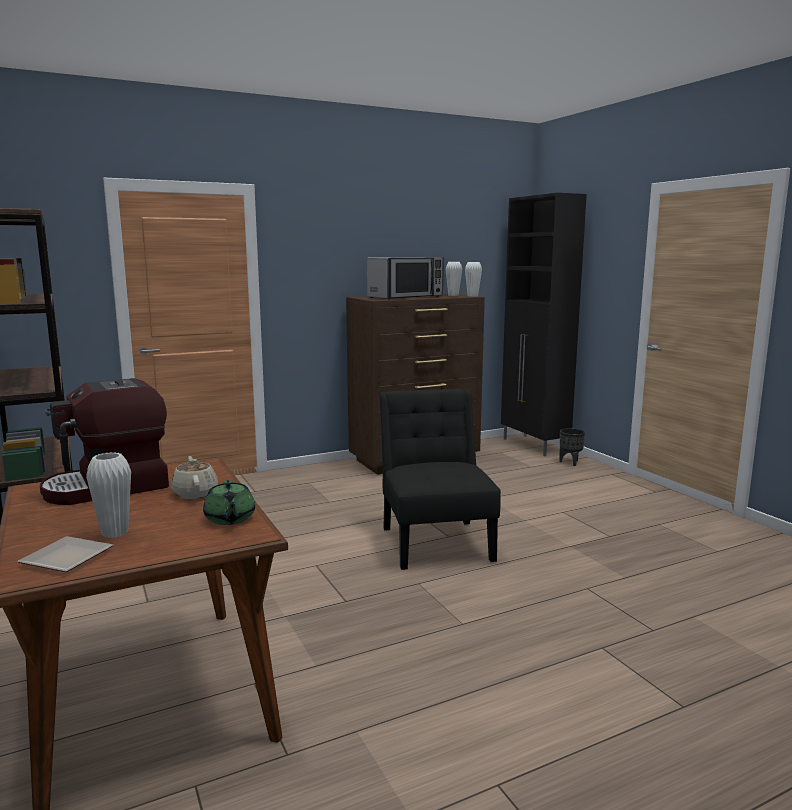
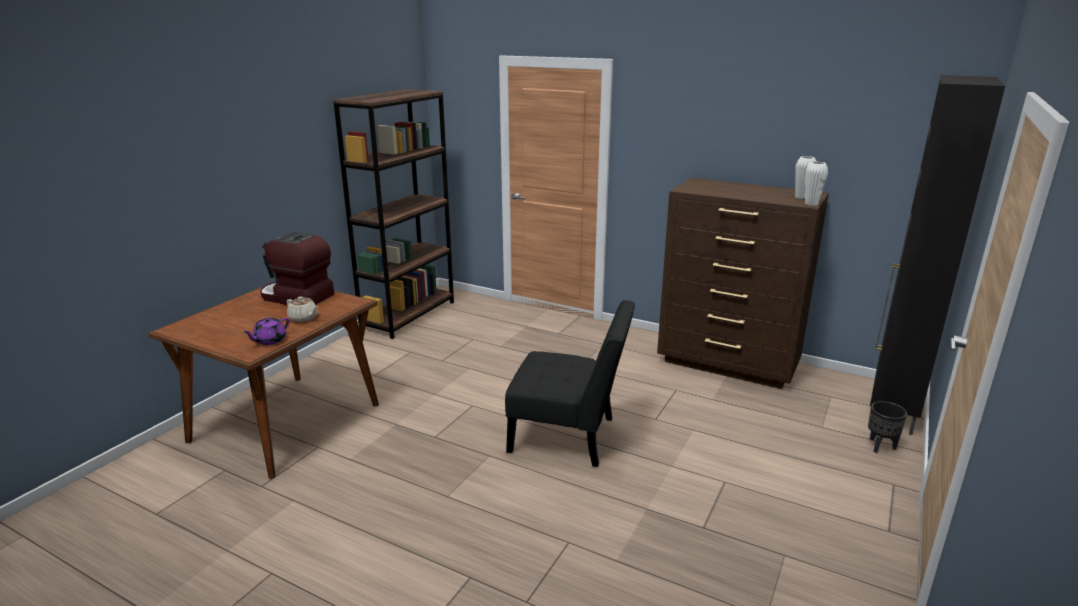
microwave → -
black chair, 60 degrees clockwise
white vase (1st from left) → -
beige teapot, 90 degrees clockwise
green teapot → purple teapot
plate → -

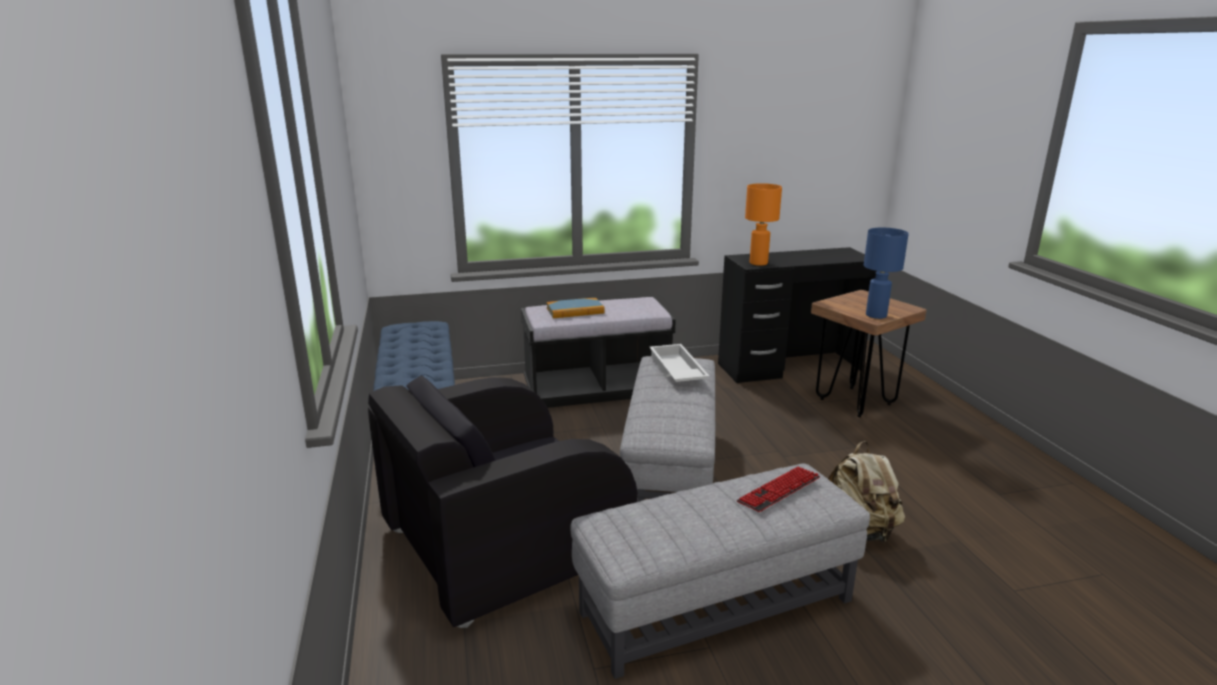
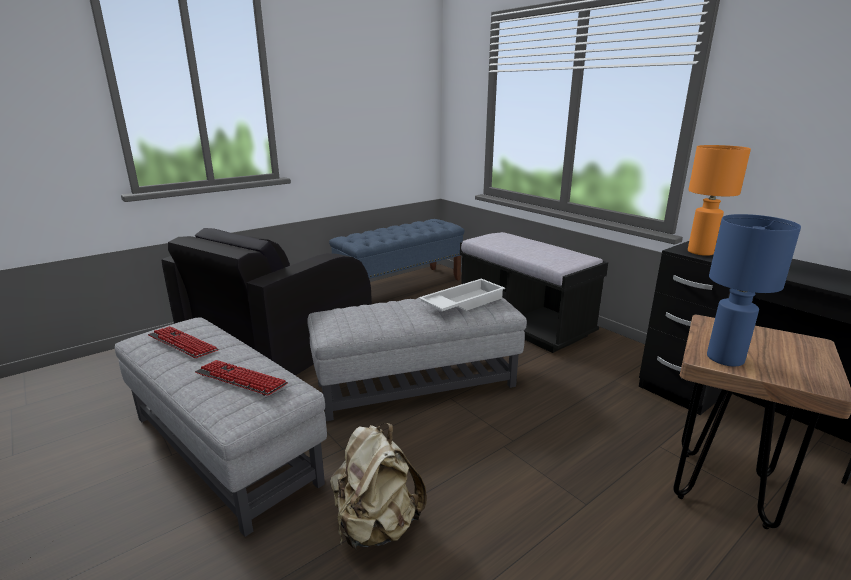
book → -
black armchair, 90 degrees counterclockwise
- → keyboard (1st from left)

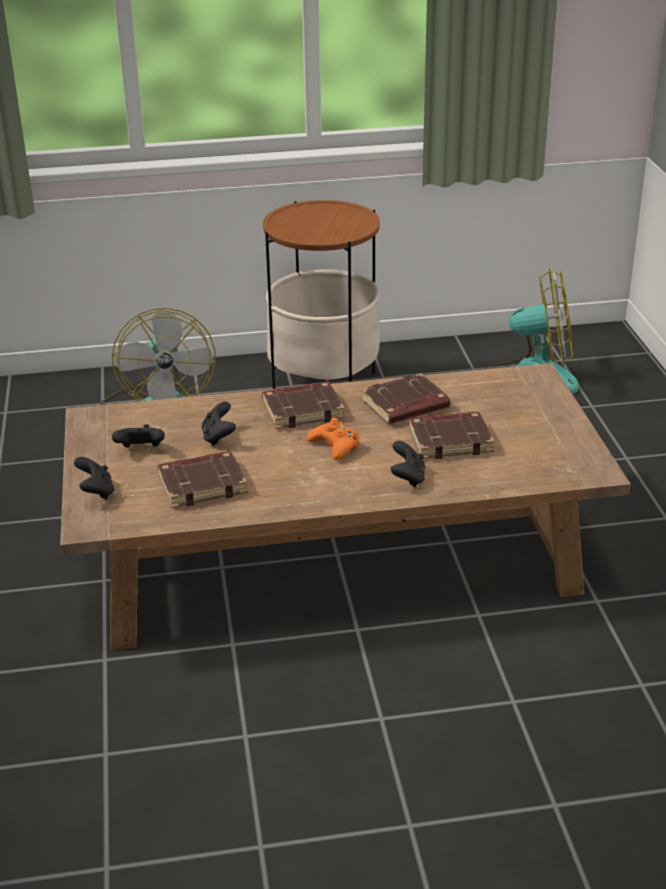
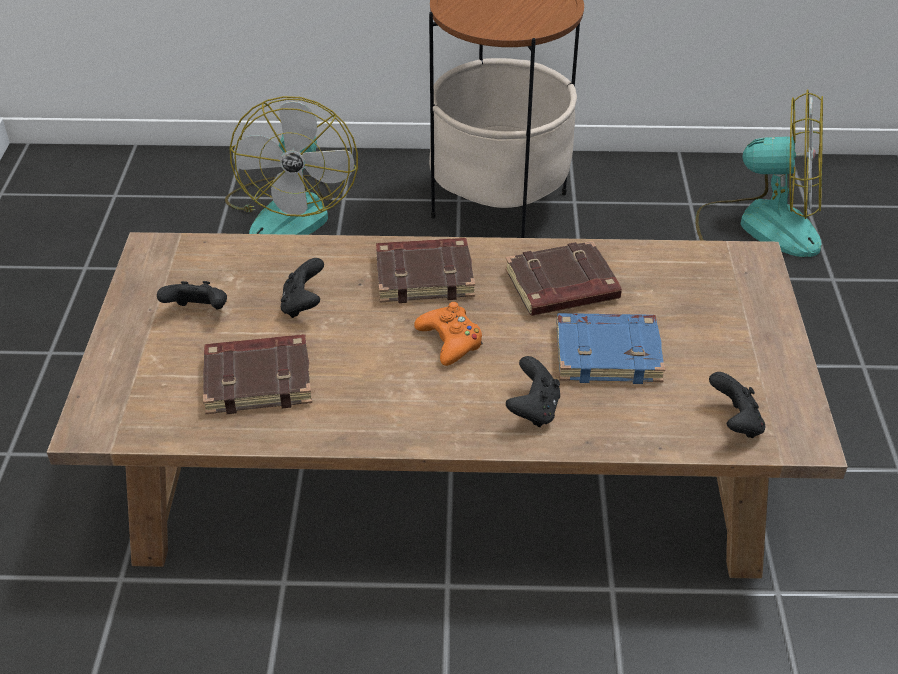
brown book (4th from left) → blue book
black game controller (1st from left in the first image) → black game controller (4th from left), move

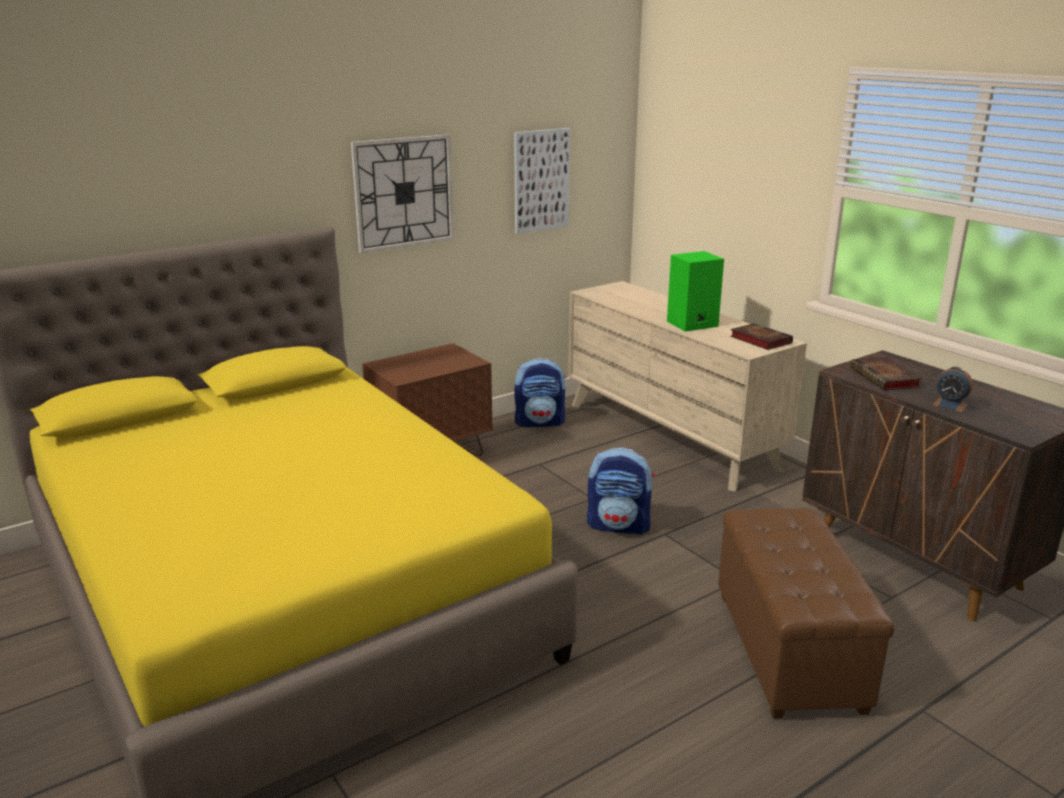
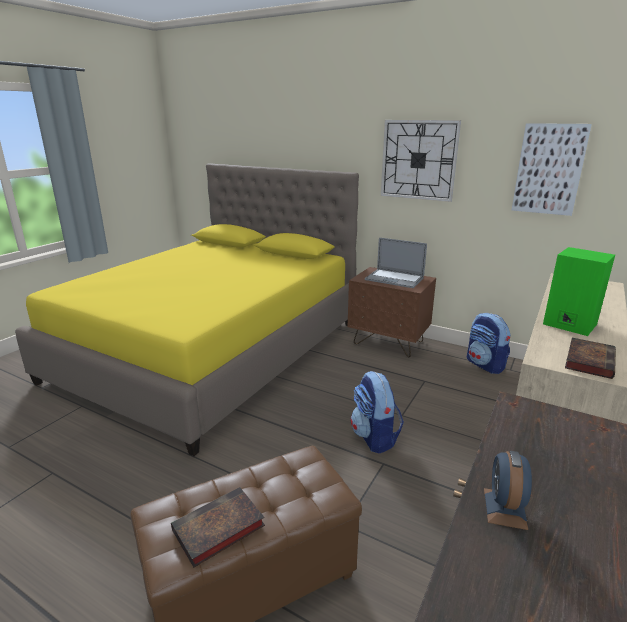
book (2nd from left in the first image) → book (1st from left), move
- → laptop

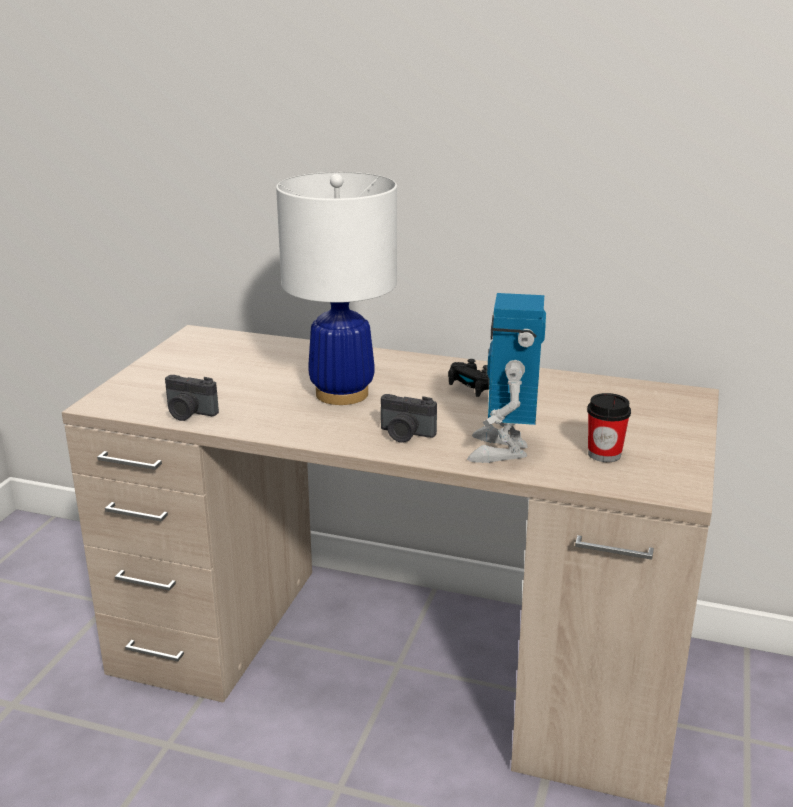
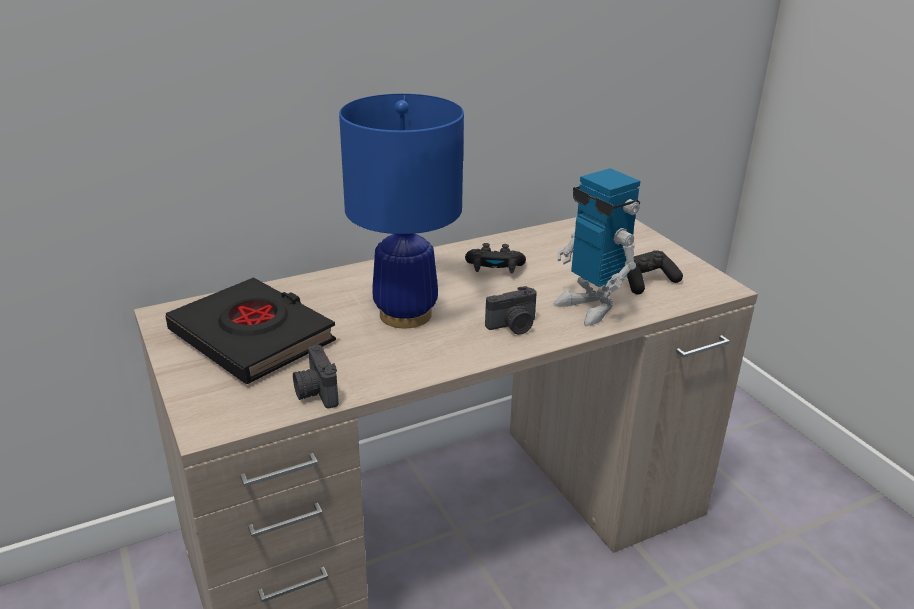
white table lamp → blue table lamp
photo camera (1st from left), 90 degrees clockwise
cup → black game controller (2nd from left)
- → black book

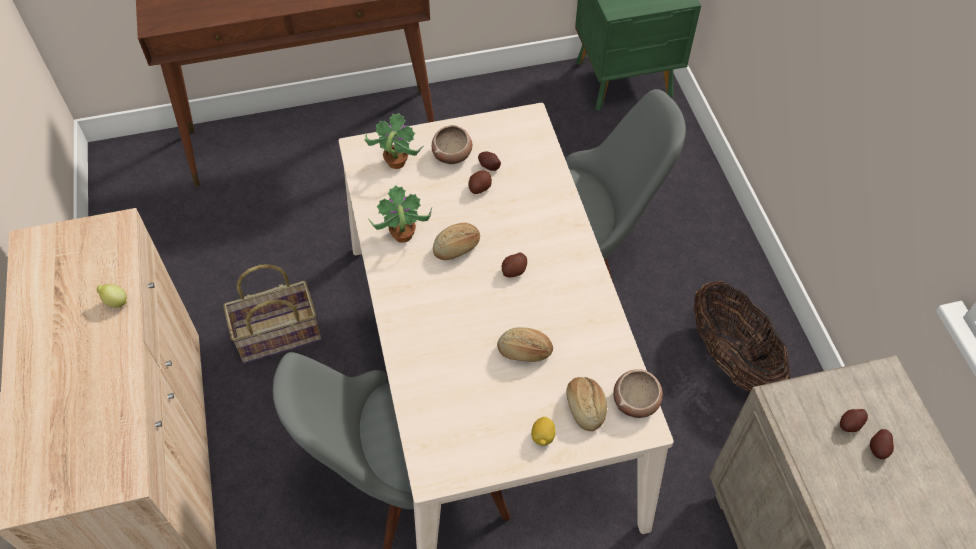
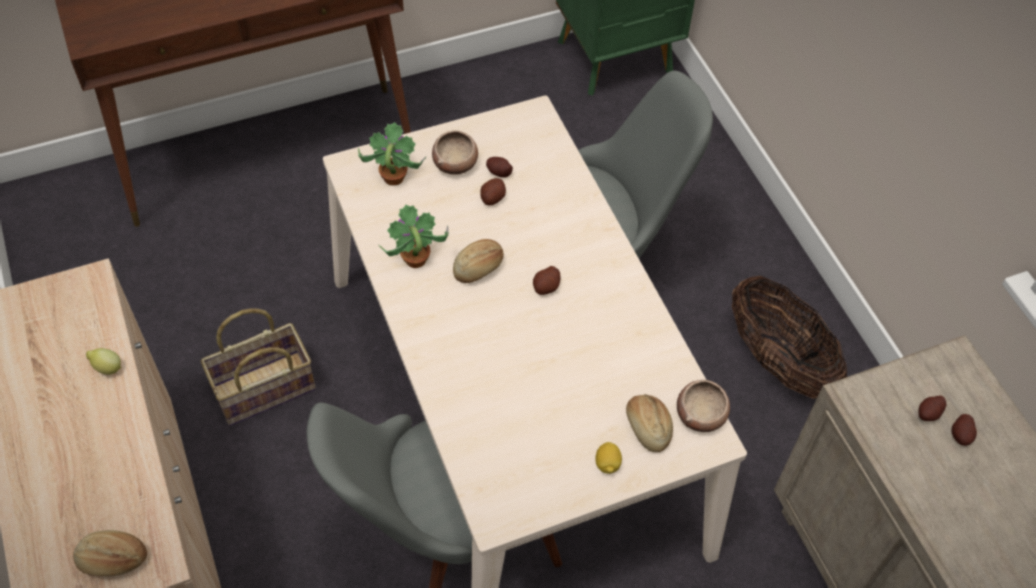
bread (2nd from left in the first image) → bread (1st from left), move

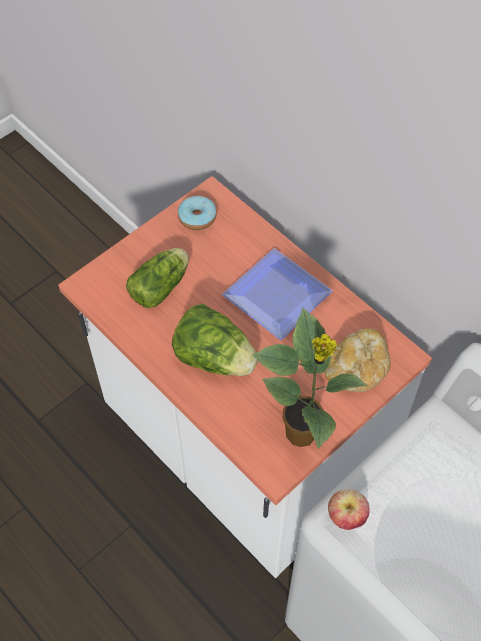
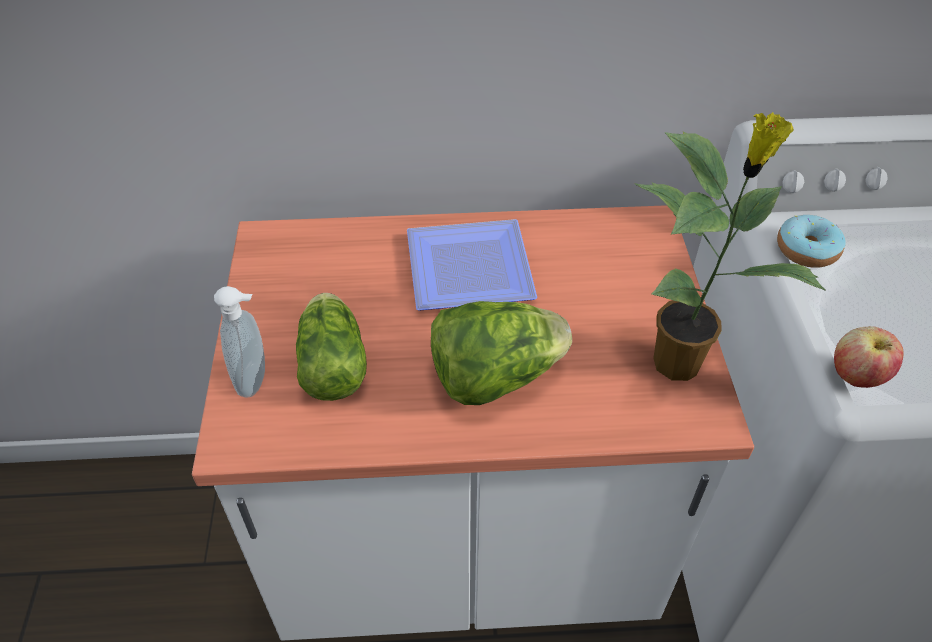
donut, move
bread → -
- → soap dispenser

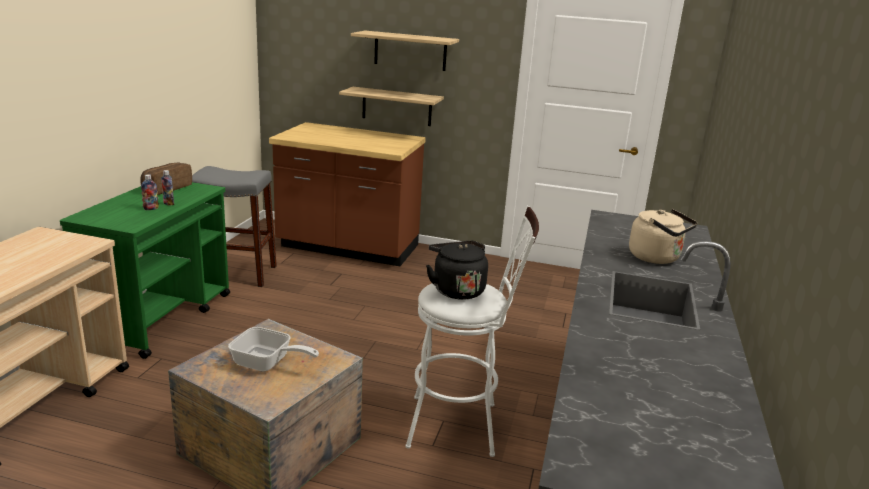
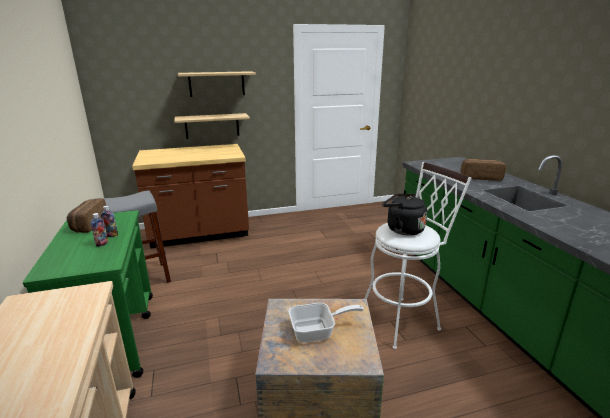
beige kettle → bread (2nd from left)

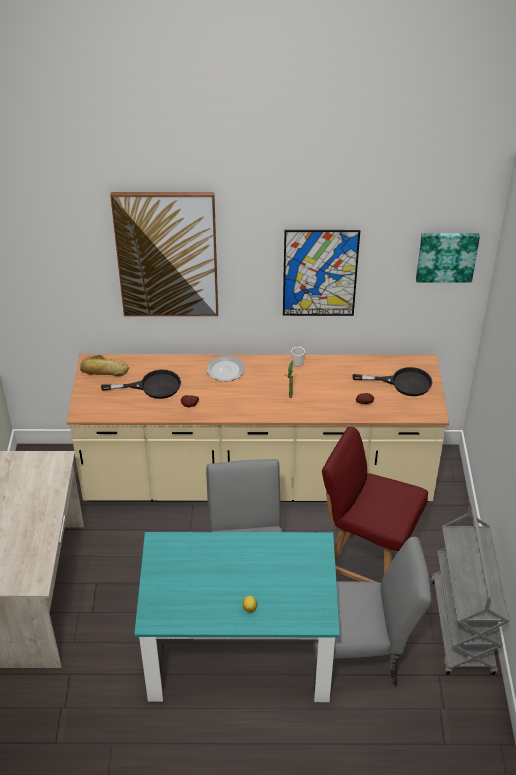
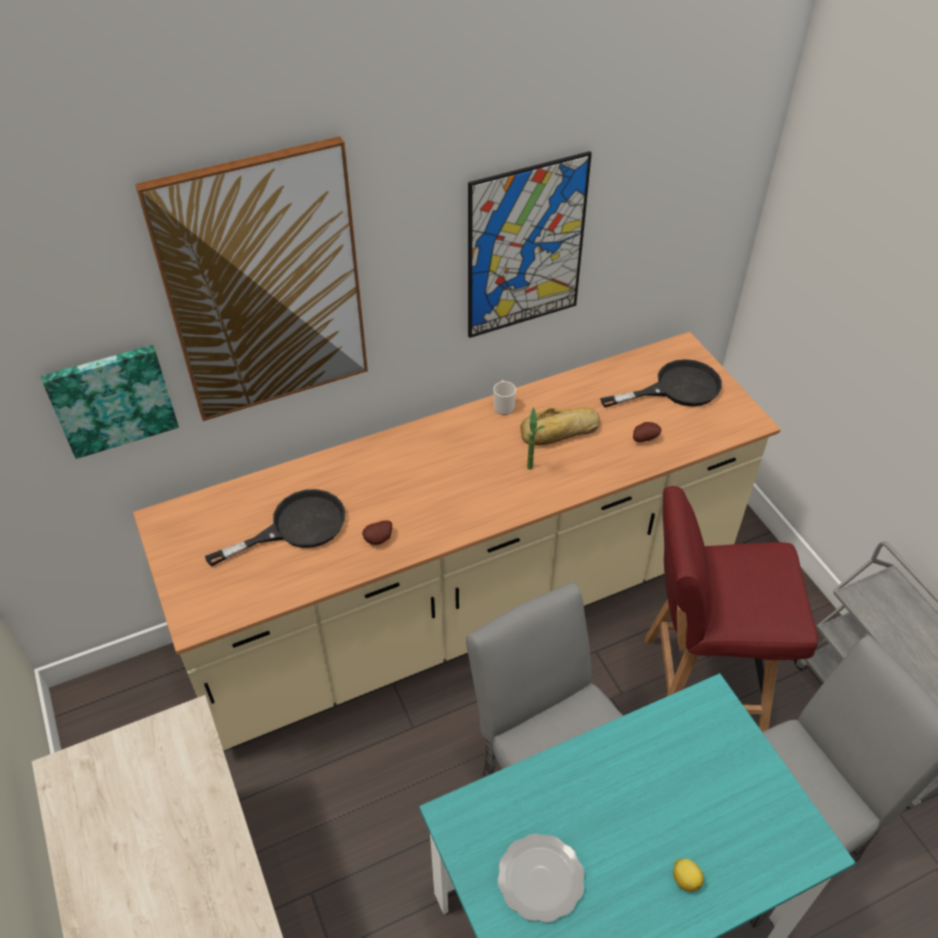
picture (3rd from left in the first image) → picture (1st from left), move
bread, move
plate, move

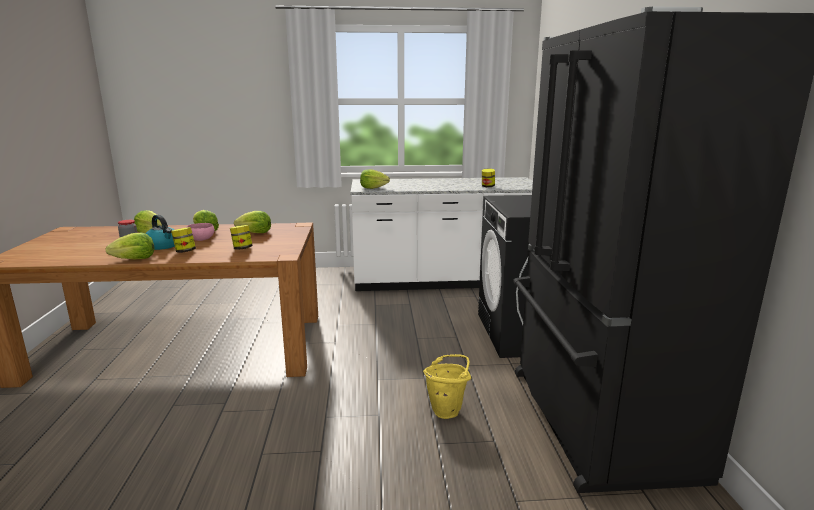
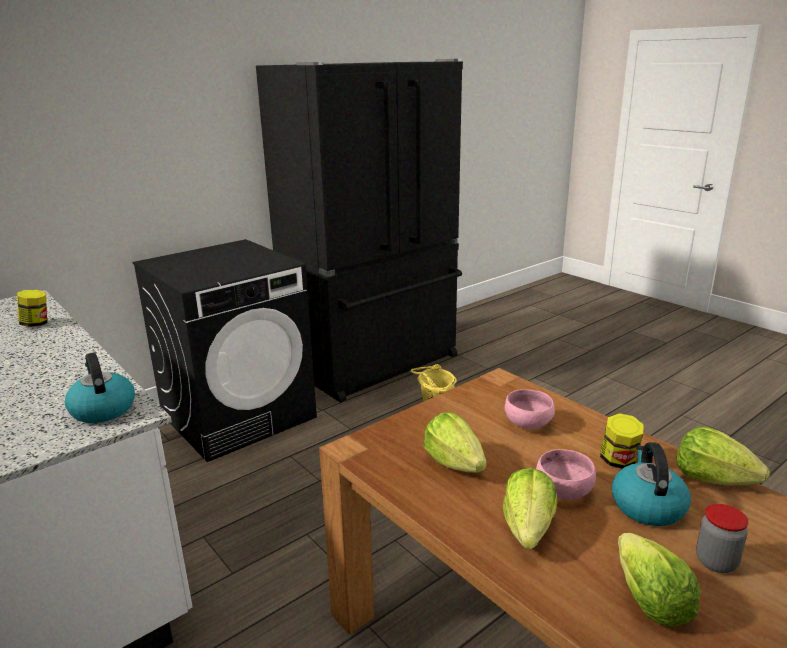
lettuce (5th from left) → kettle (1st from left)
jar (3rd from left) → pink bowl (1st from left)

